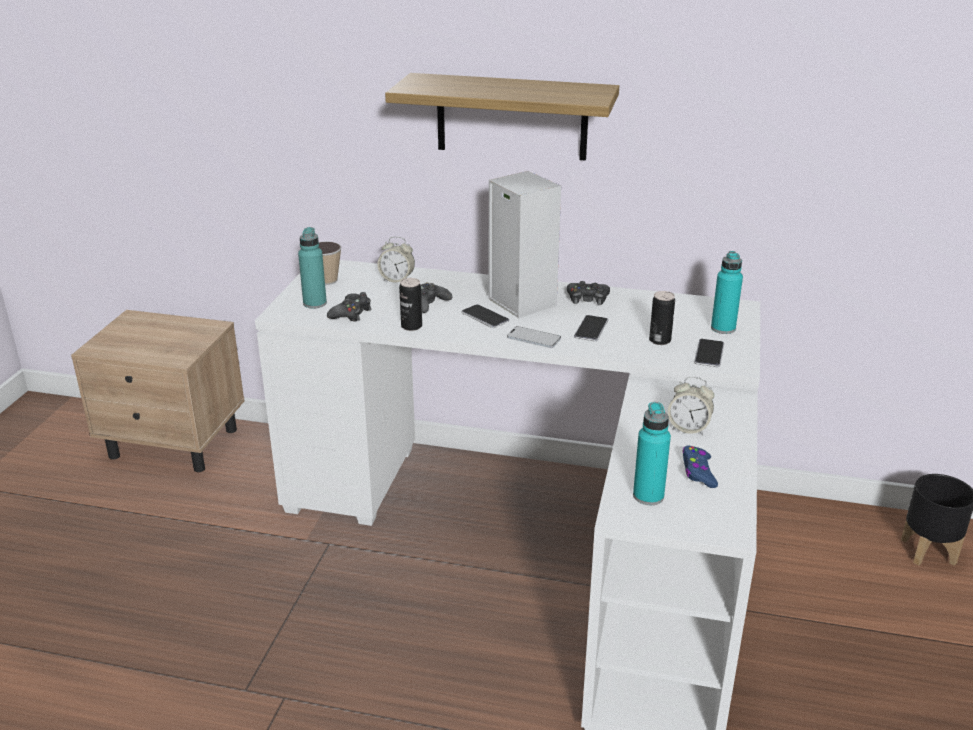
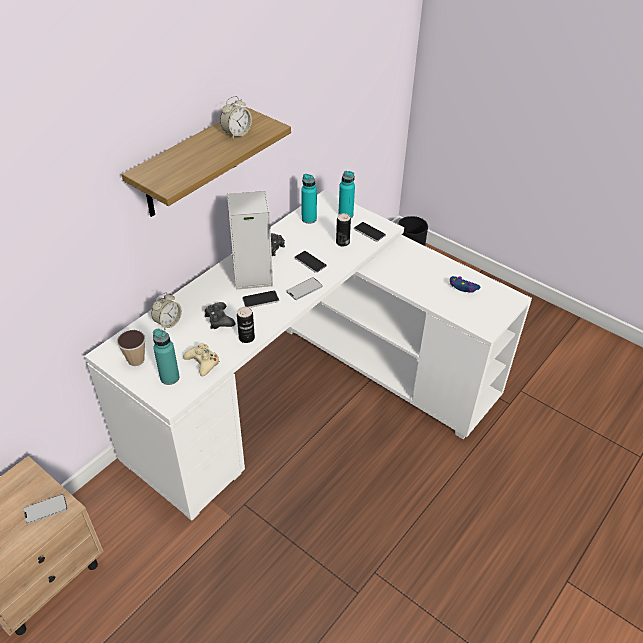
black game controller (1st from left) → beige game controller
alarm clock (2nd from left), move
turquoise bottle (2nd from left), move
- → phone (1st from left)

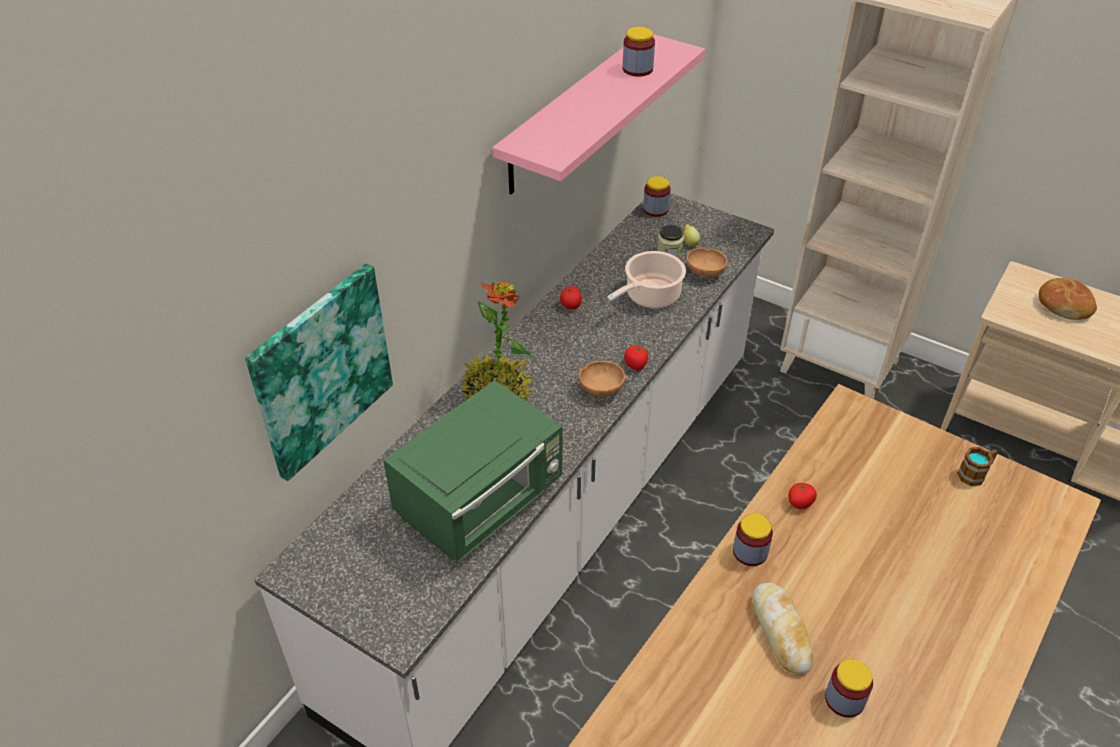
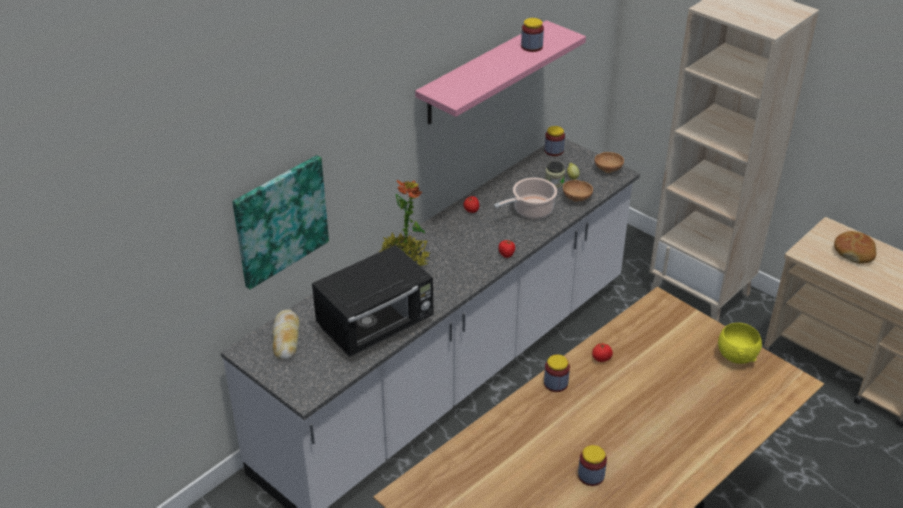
brown bowl (1st from left in the first image) → brown bowl (2nd from left), move
green microwave → black microwave
mug → yellow bowl
bread (1st from left), move

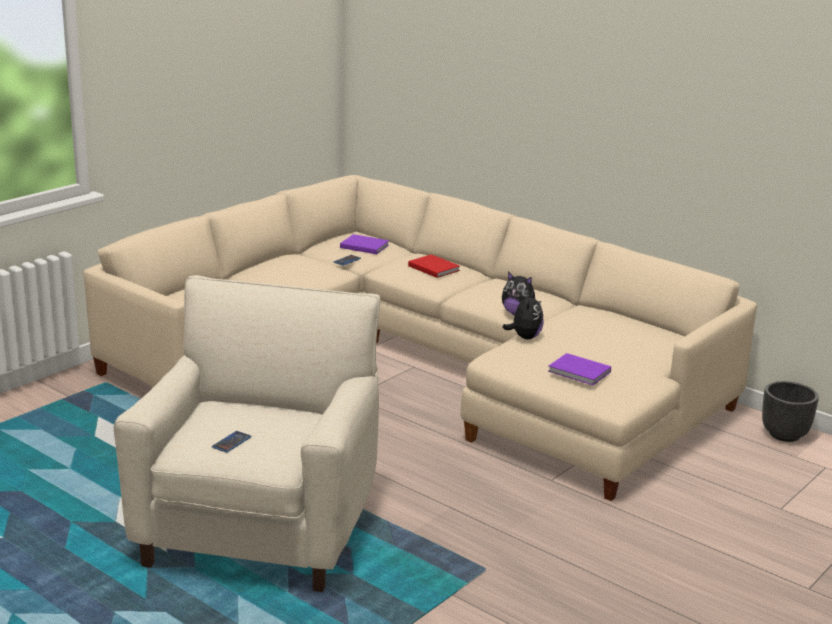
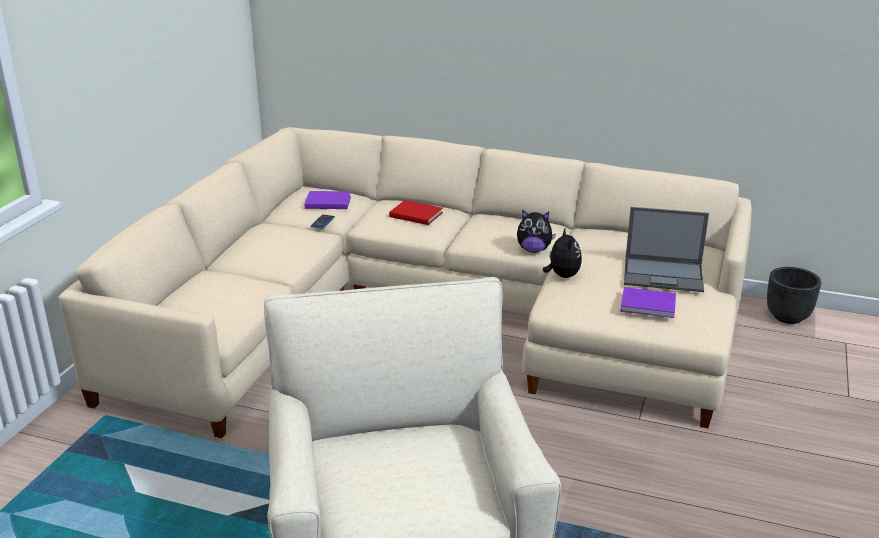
phone (1st from left) → -
- → laptop

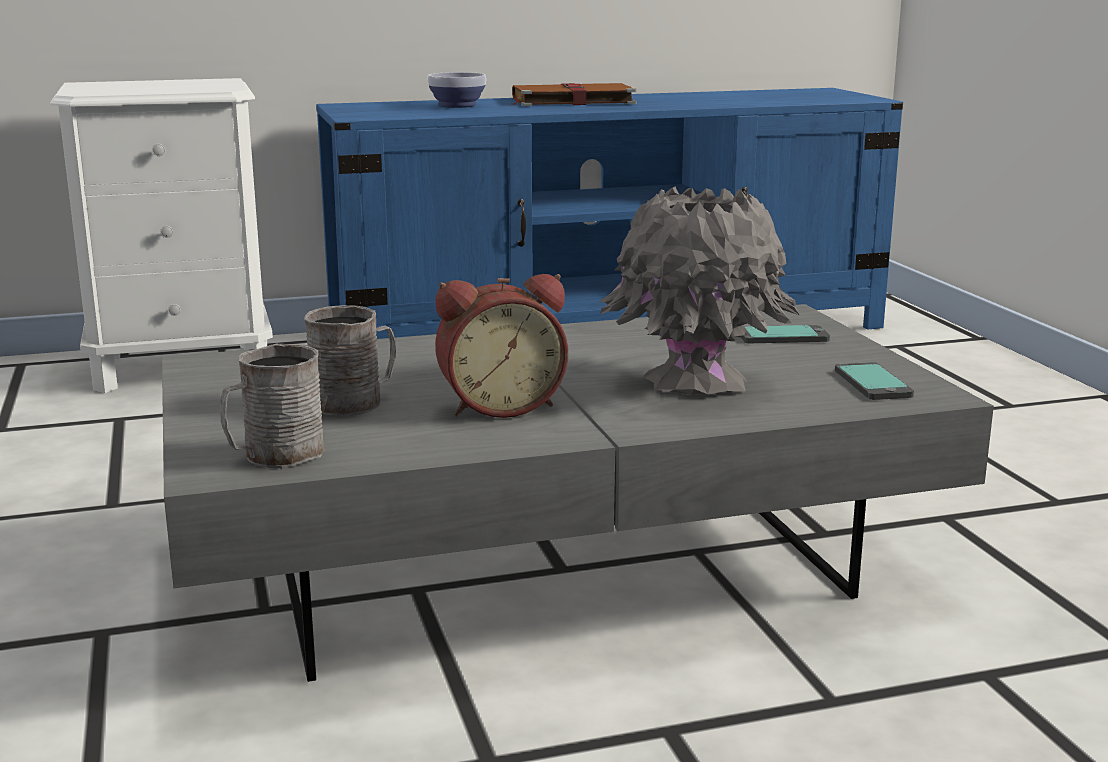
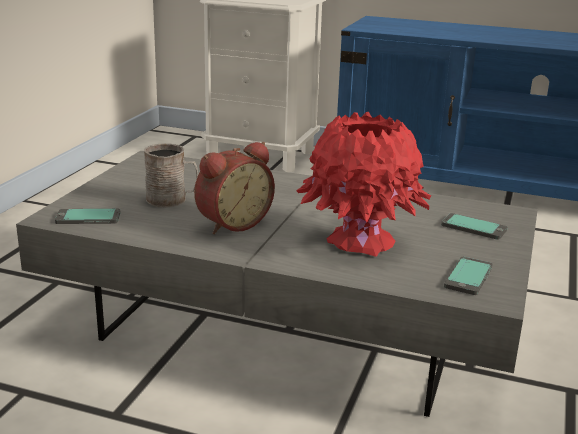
bowl → -
brown book → -
grey vase → red vase
alarm clock, 60 degrees counterclockwise
grey mug (1st from left) → phone (1st from left)

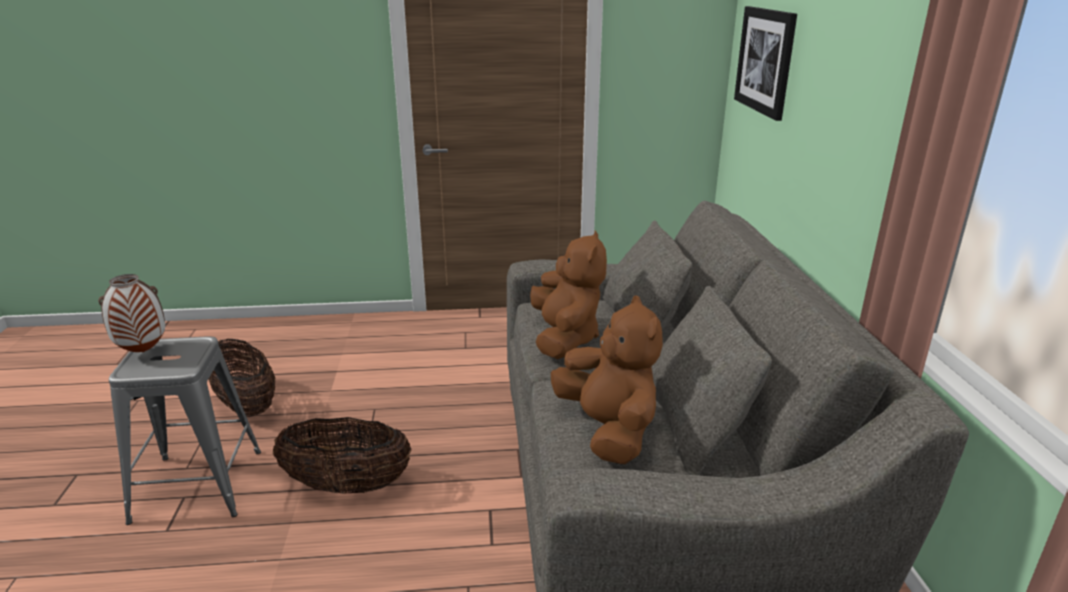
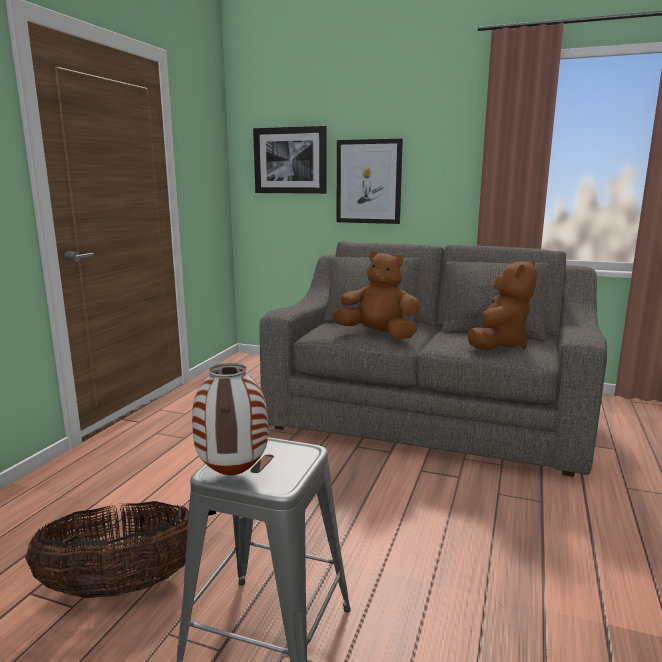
brown plush toy (2nd from left), 120 degrees clockwise
basket (2nd from left) → -
- → picture (2nd from left)

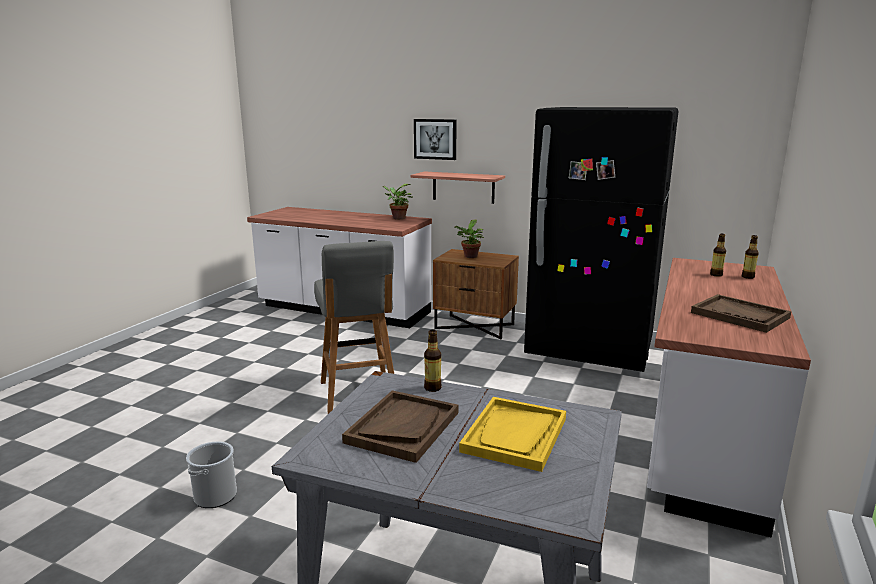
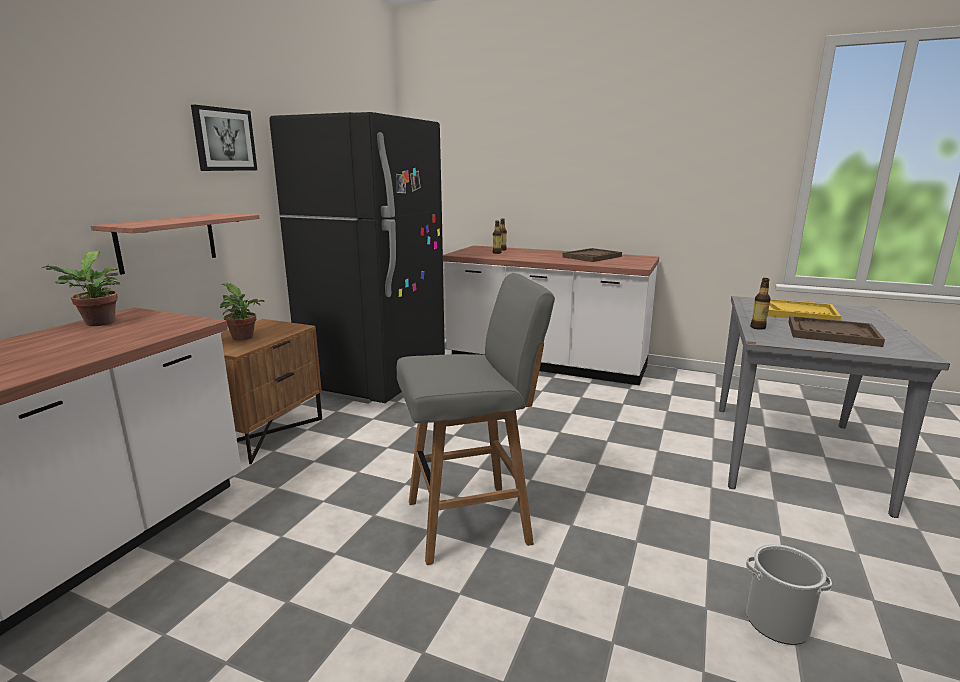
picture, move

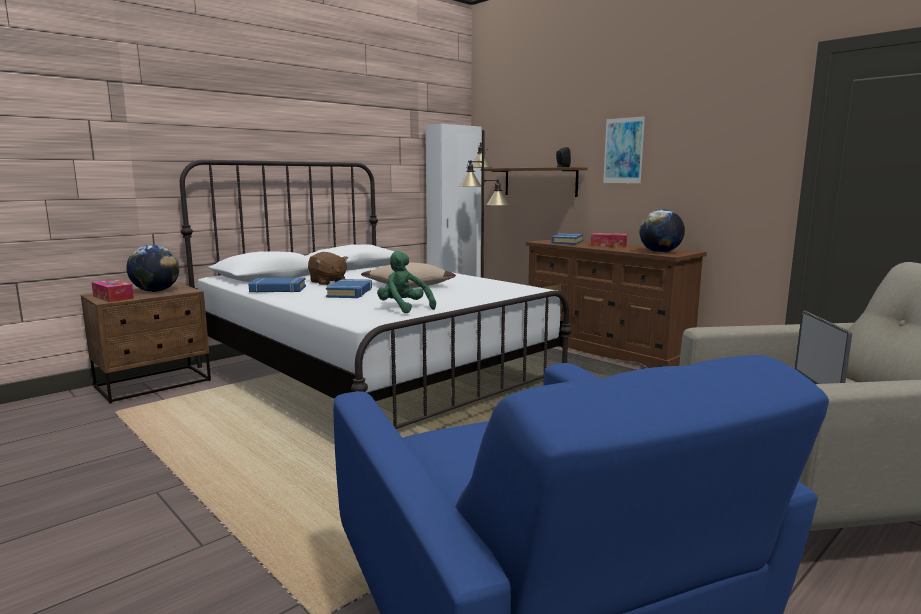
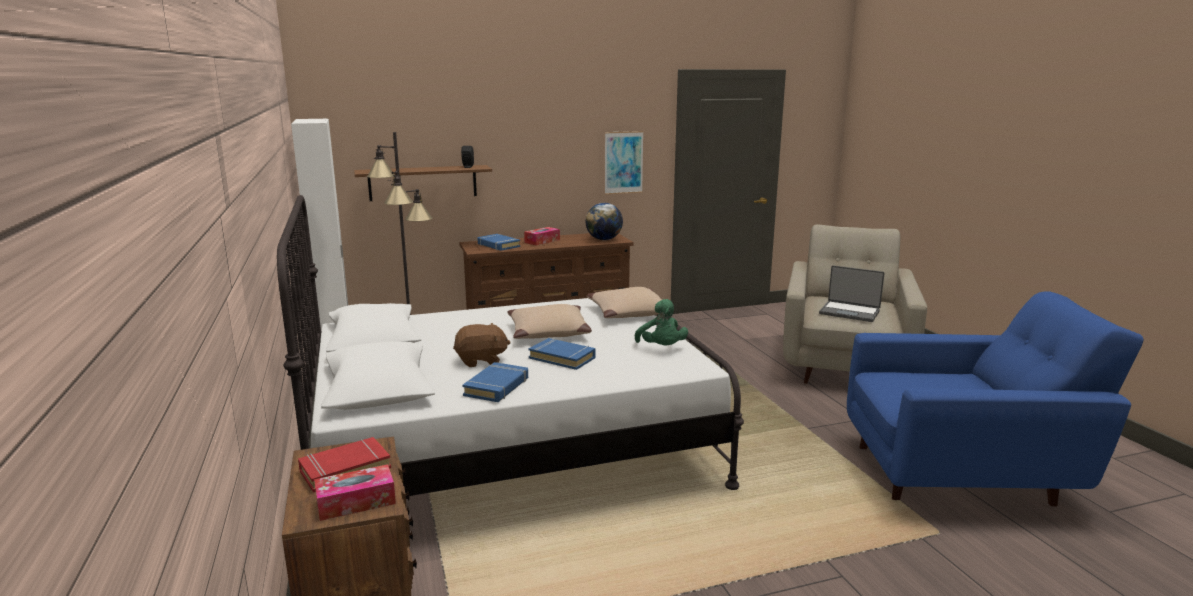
picture, move
globe (1st from left) → red book
green plush toy, 90 degrees counterclockwise
- → beige pillow (2nd from left)

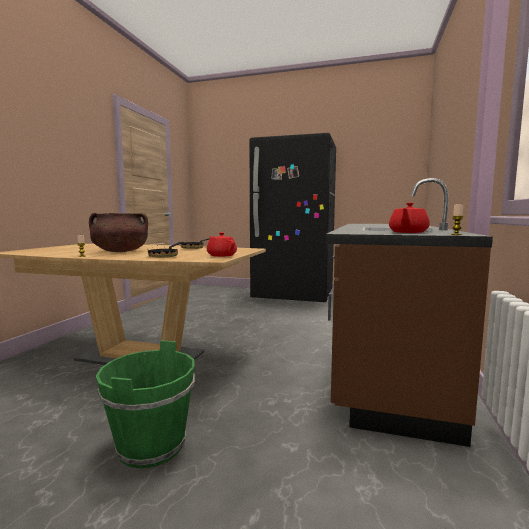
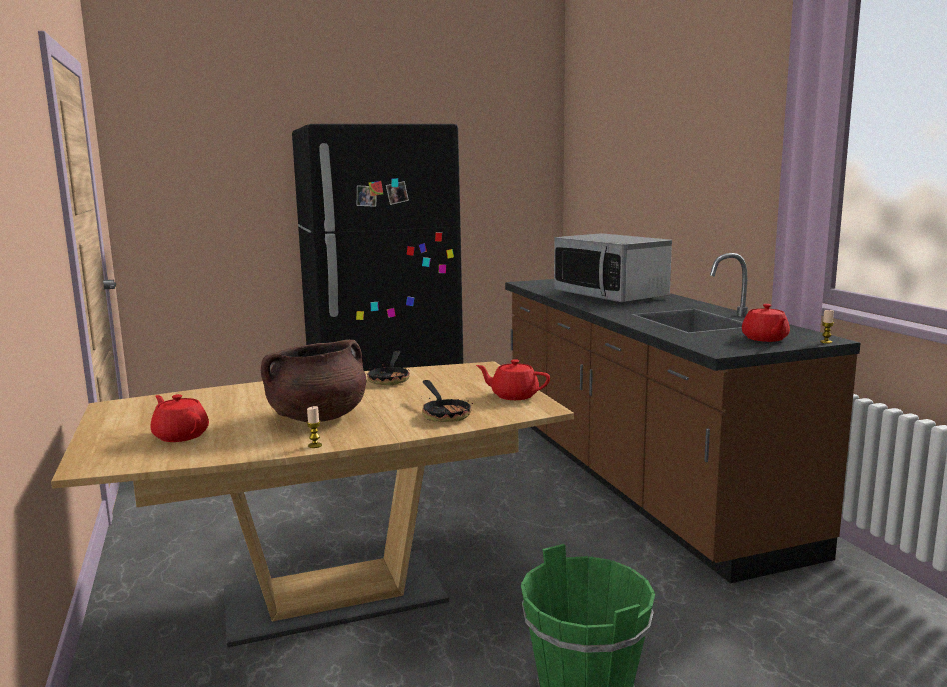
- → microwave
- → red teapot (1st from left)

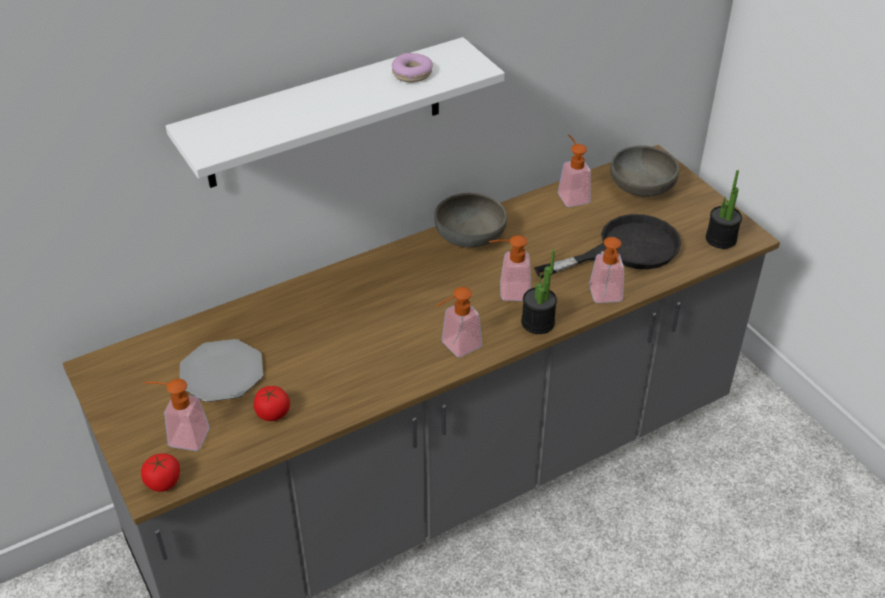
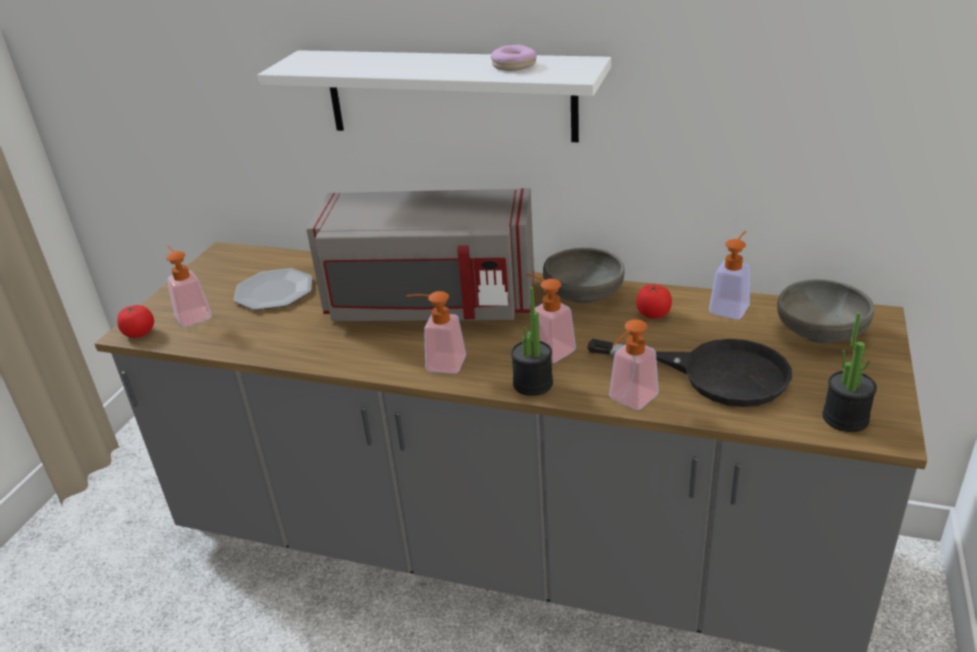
tomato (2nd from left), move
- → grey microwave

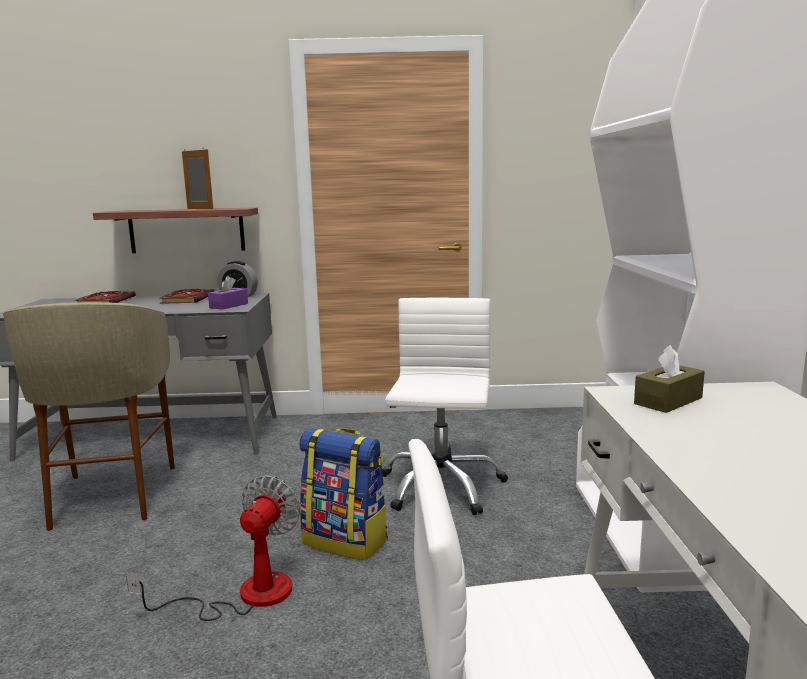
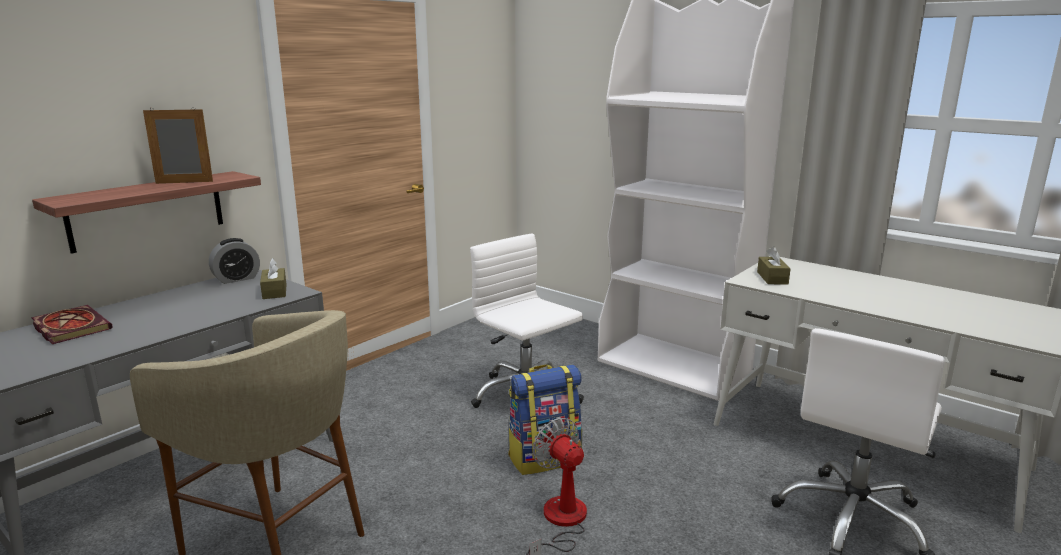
purple tissue box → brown tissue box (1st from left)
book (2nd from left) → -

